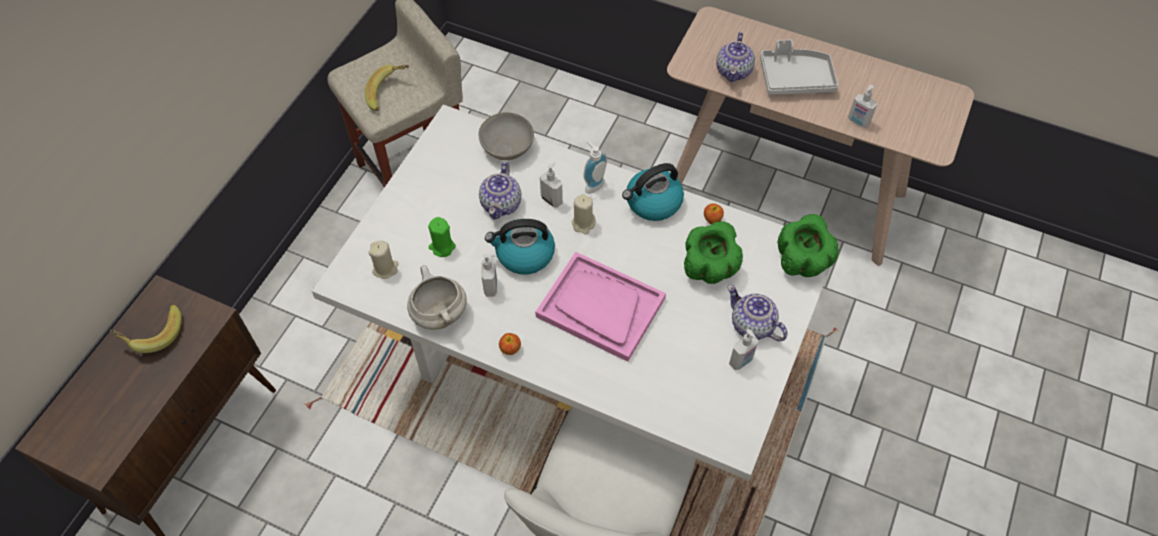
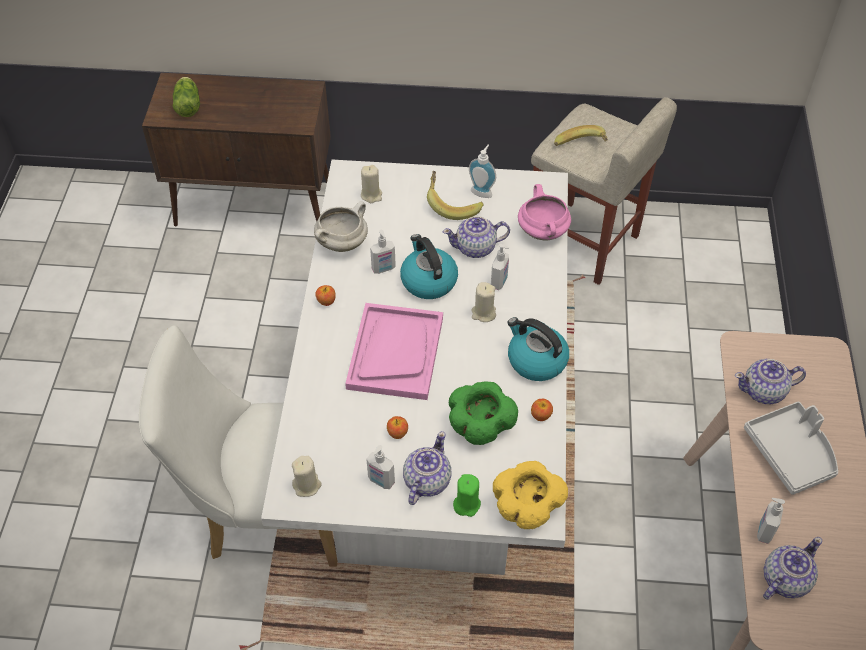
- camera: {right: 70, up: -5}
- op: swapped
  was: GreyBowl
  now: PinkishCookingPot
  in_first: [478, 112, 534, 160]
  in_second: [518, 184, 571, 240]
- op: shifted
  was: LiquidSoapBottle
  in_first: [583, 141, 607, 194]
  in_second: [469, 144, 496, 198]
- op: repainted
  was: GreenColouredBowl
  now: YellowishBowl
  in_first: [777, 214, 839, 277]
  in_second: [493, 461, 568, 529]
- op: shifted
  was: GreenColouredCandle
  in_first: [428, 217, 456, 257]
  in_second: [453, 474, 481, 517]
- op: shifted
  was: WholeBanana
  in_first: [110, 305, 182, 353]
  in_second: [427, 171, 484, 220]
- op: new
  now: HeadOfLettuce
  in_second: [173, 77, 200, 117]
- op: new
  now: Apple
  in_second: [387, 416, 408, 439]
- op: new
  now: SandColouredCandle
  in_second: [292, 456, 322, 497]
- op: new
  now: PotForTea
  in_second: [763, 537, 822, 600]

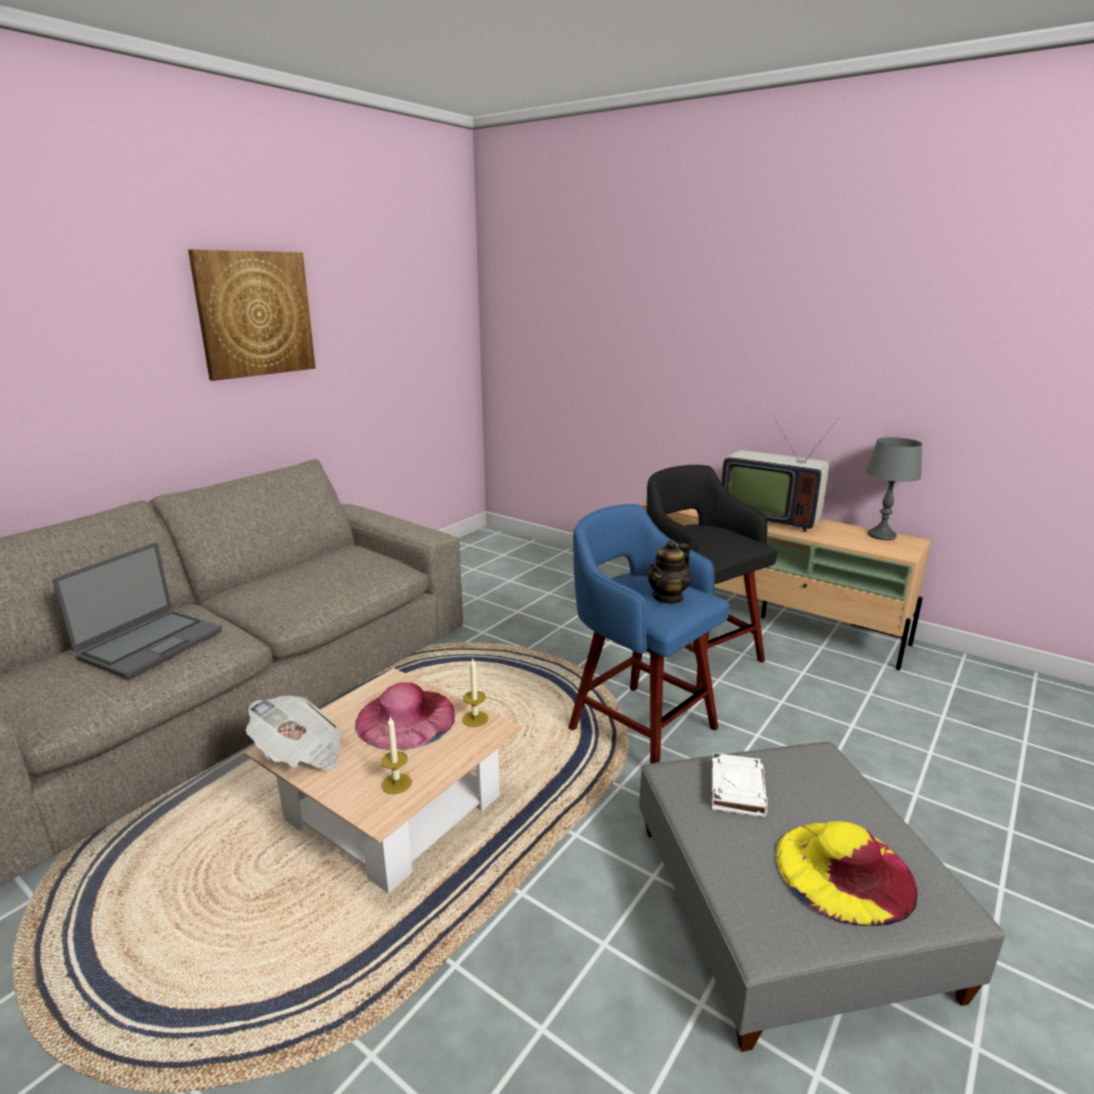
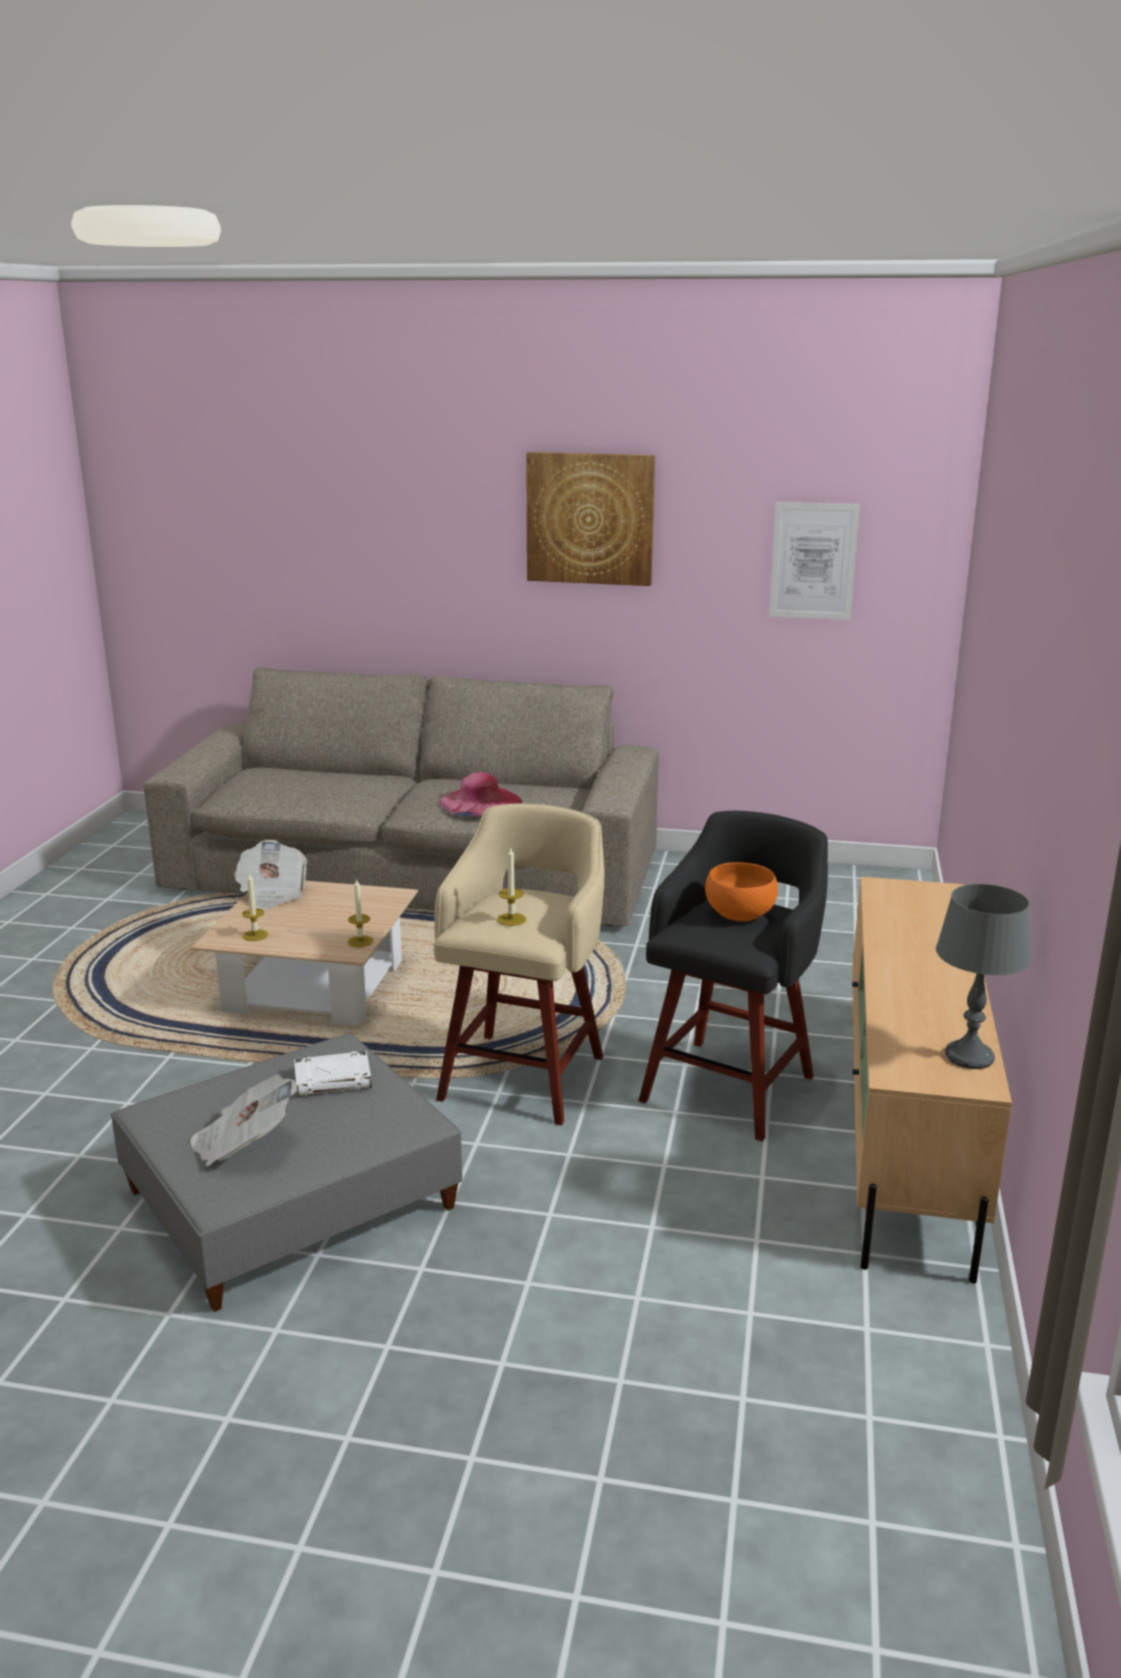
- camera: {right: 65, up: 0}
- op: gone
  was: Tv
  in_first: [721, 415, 839, 532]
- op: repainted
  was: BlueStool
  now: SandColouredStool
  in_first: [568, 504, 730, 764]
  in_second: [433, 804, 605, 1125]
- op: swapped
  was: PotForTea
  now: Candle
  in_first: [647, 539, 691, 605]
  in_second: [497, 847, 526, 926]
- op: gone
  was: PortableComputer
  in_first: [53, 543, 222, 679]
- op: shifted
  was: PinkishClothingHat
  in_first: [355, 683, 455, 750]
  in_second: [439, 772, 522, 816]
- op: swapped
  was: YellowishClothingHat
  now: DailyPaper
  in_first: [776, 821, 918, 926]
  in_second: [190, 1075, 297, 1167]
- op: new
  now: WallPicture
  in_second: [769, 502, 860, 620]
- op: new
  now: OrangeyBowl
  in_second: [705, 862, 778, 921]

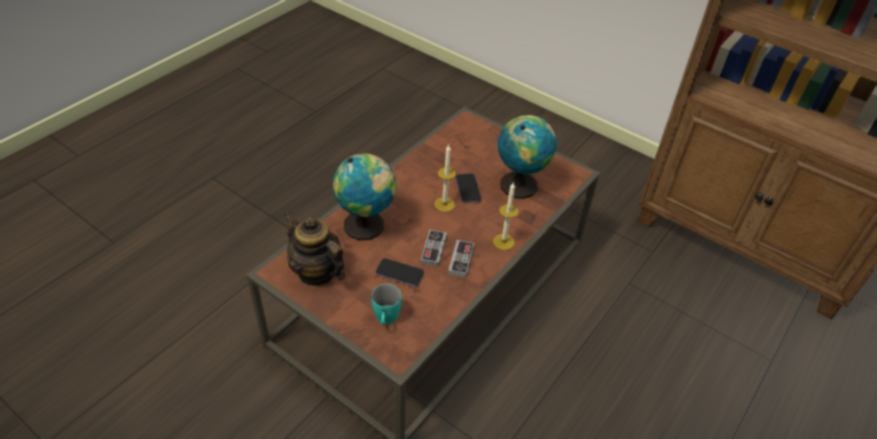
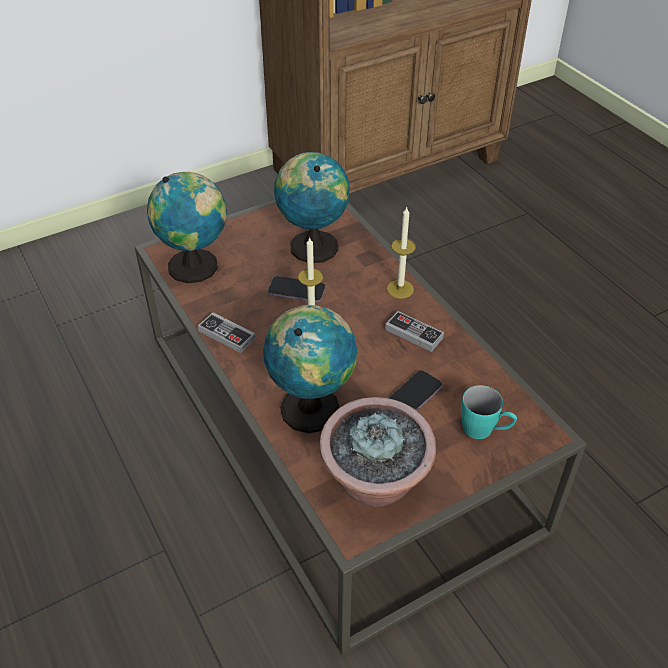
- camera: {right: -65, up: 0}
- op: swapped
  was: PotForTea
  now: Houseplant
  in_first: [284, 212, 345, 287]
  in_second: [319, 397, 436, 507]
- op: shifted
  was: GameController
  in_first: [421, 230, 447, 267]
  in_second: [198, 312, 255, 353]
- op: new
  now: Globe
  in_second: [147, 172, 227, 284]

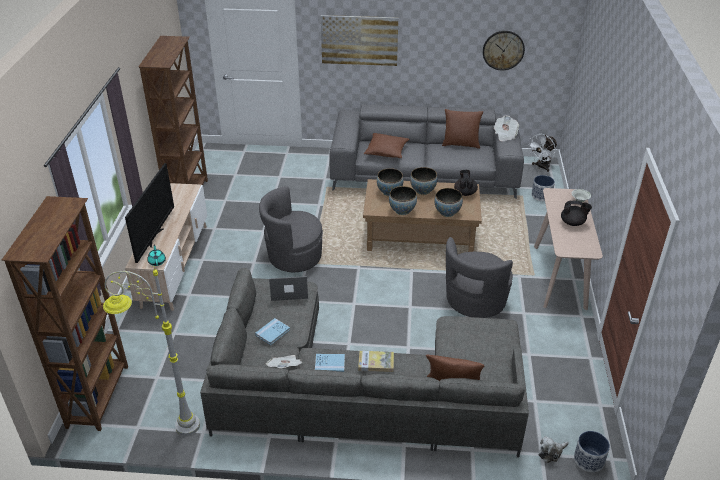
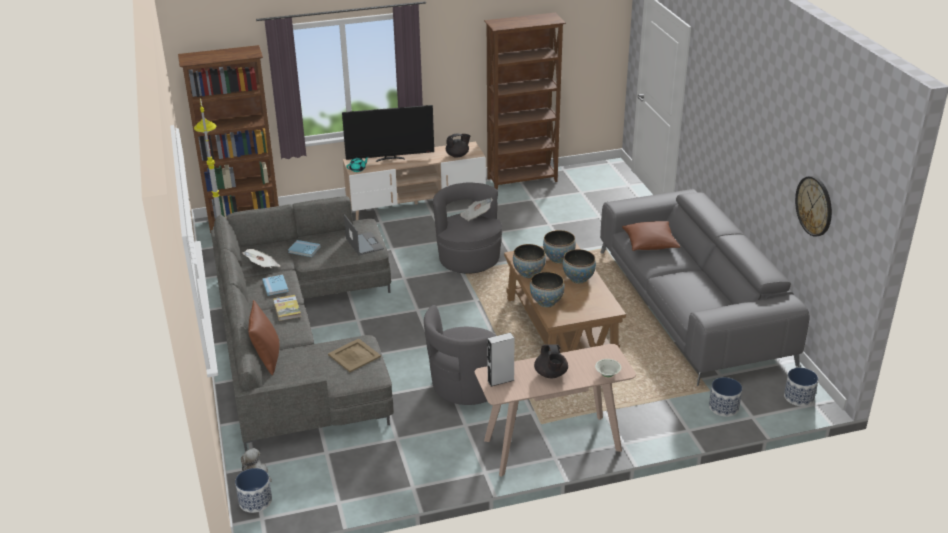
- camera: {right: 70, up: -5}
- op: gone
  was: WallPicture
  in_first: [321, 15, 398, 66]
- op: gone
  was: BrownishThrowPillow
  in_first: [442, 109, 483, 149]
- op: shifted
  was: DailyPaper
  in_first: [494, 116, 519, 141]
  in_second: [460, 198, 493, 221]
- op: swapped
  was: WhitishElectricFan
  now: Planter
  in_first: [527, 134, 558, 172]
  in_second: [784, 368, 818, 406]
- op: shifted
  was: BlackColouredPotForTea
  in_first: [454, 170, 478, 196]
  in_second: [446, 134, 470, 158]
- op: rotated
  was: GreyEasyChair
  in_first: [446, 237, 513, 318]
  in_second: [424, 305, 496, 405]
  clockwise: -60
- op: new
  now: GreySpeaker
  in_second: [487, 332, 515, 387]
- op: new
  now: SandColouredServingTray
  in_second: [328, 339, 381, 372]

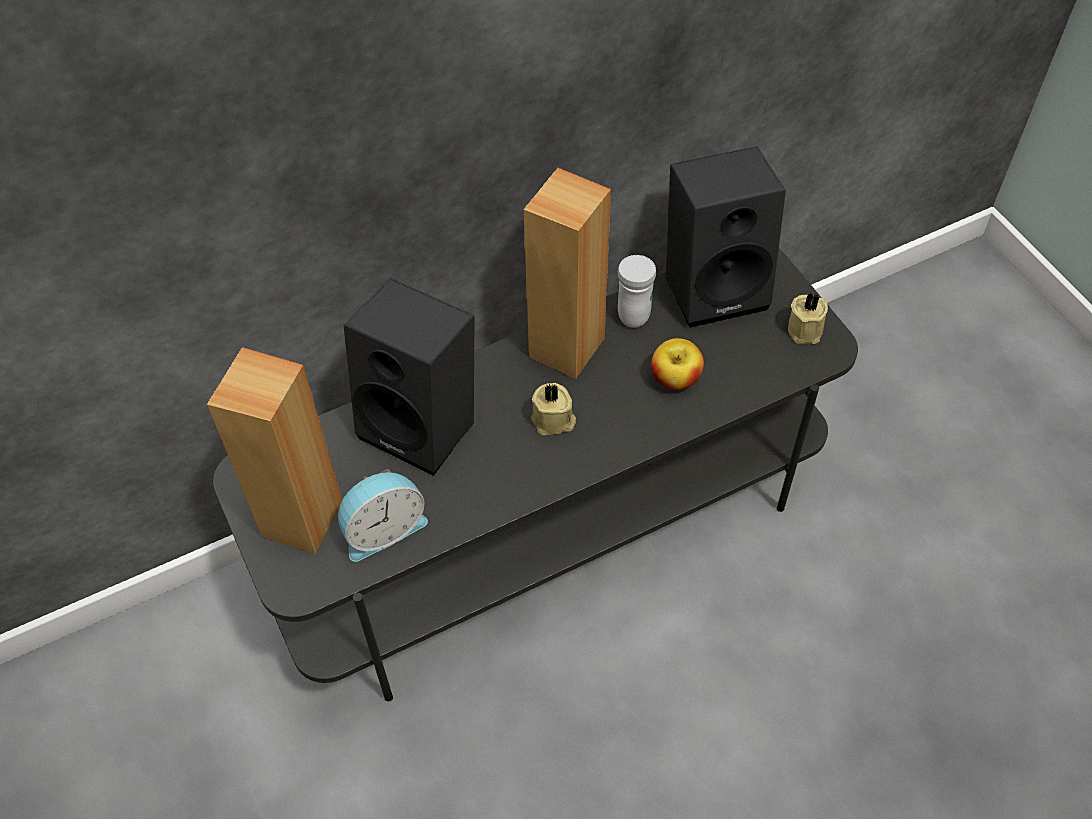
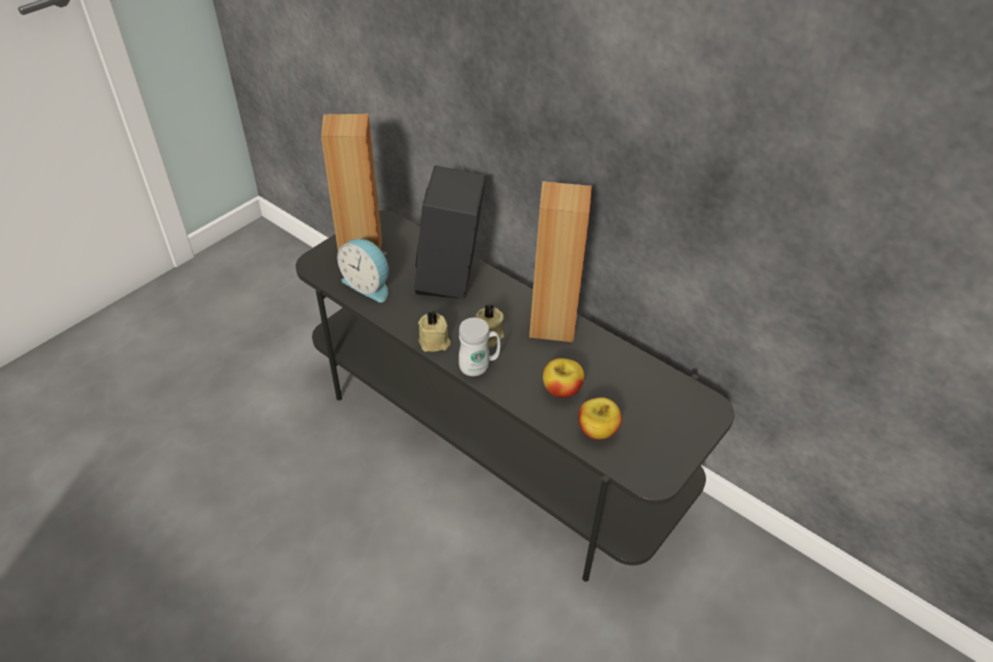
- camera: {right: 65, up: -10}
- op: gone
  was: BlackColouredSpeaker
  in_first: [666, 146, 786, 328]
- op: shifted
  was: WhitishCoffeeMug
  in_first: [618, 255, 656, 328]
  in_second: [459, 318, 500, 376]
- op: shifted
  was: SandColouredCandle
  in_first: [788, 293, 828, 344]
  in_second: [418, 311, 451, 352]
- op: new
  now: Apple
  in_second: [578, 397, 622, 440]

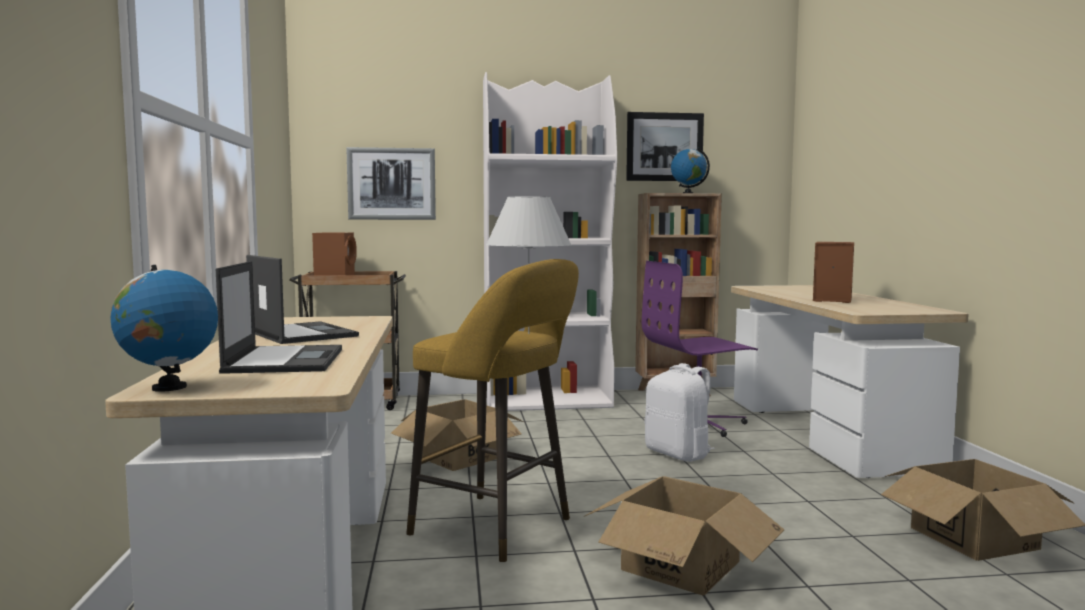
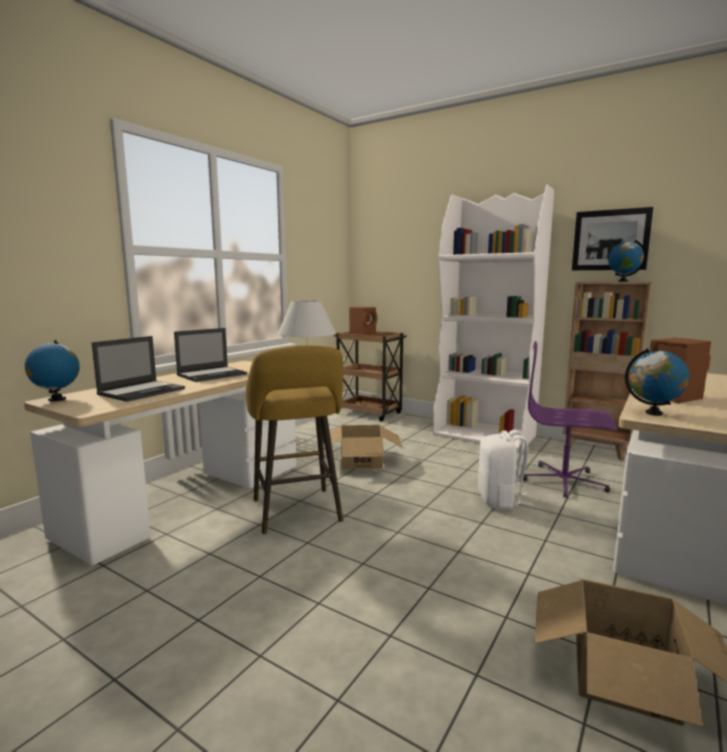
- camera: {right: 40, up: 5}
- op: gone
  was: WallPicture
  in_first: [346, 147, 436, 220]
- op: rotated
  was: PortableComputer
  in_first: [246, 255, 359, 344]
  in_second: [174, 328, 247, 382]
  clockwise: 45
- op: gone
  was: Carton
  in_first: [585, 476, 784, 595]
- op: new
  now: Globe
  in_second: [625, 348, 689, 416]

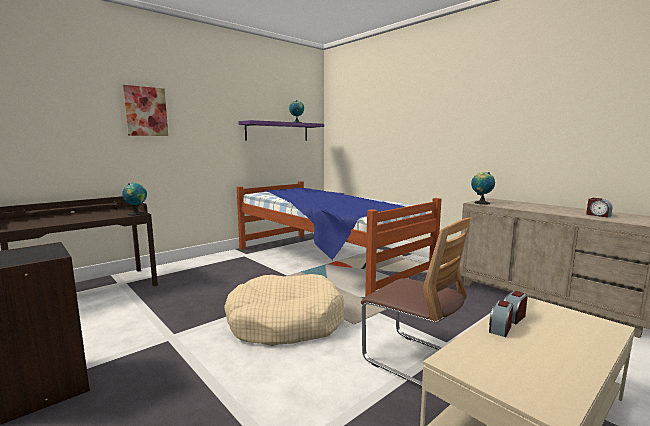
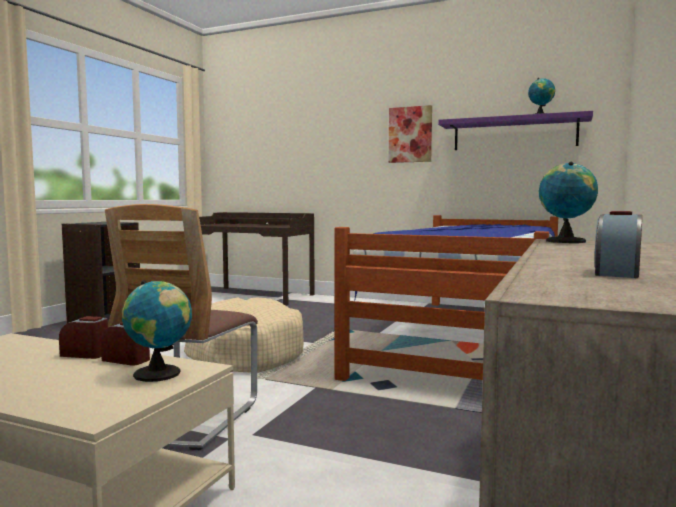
- camera: {right: 65, up: -5}
- op: shifted
  was: WallPicture
  in_first: [123, 85, 168, 136]
  in_second: [389, 105, 432, 163]
- op: shifted
  was: Globe
  in_first: [122, 183, 147, 216]
  in_second: [122, 280, 192, 382]

